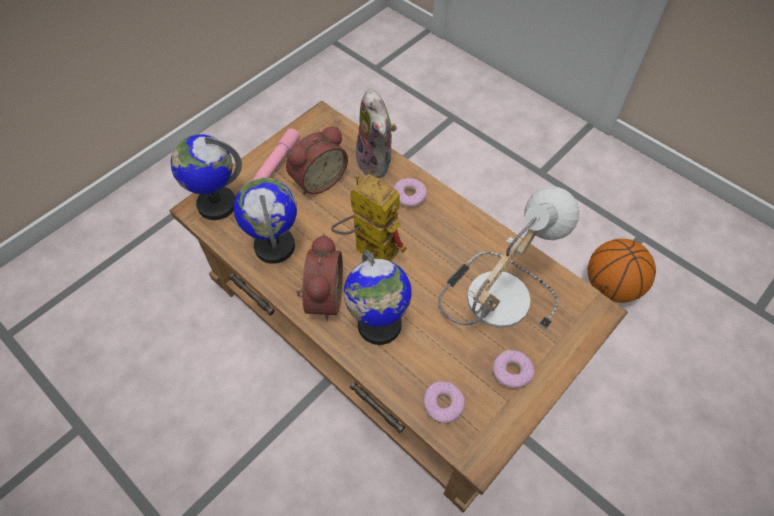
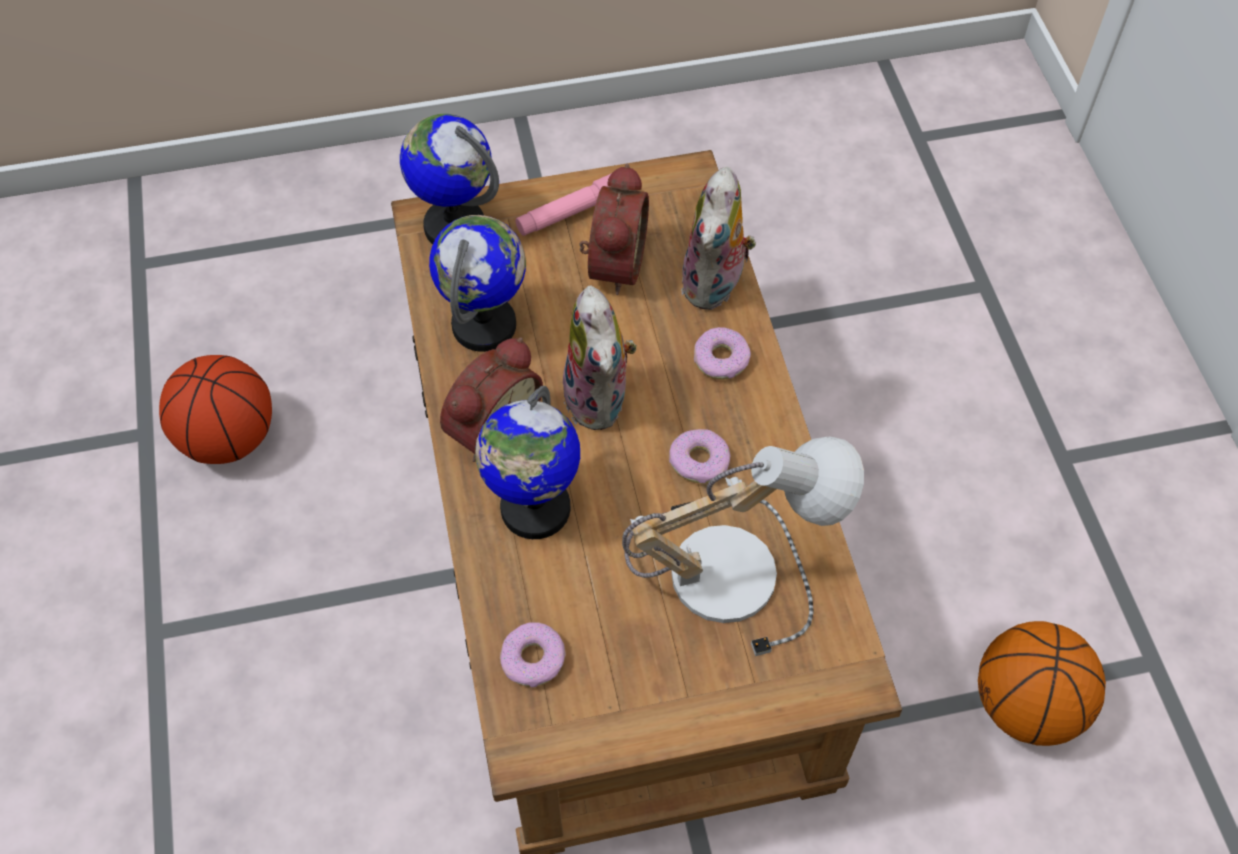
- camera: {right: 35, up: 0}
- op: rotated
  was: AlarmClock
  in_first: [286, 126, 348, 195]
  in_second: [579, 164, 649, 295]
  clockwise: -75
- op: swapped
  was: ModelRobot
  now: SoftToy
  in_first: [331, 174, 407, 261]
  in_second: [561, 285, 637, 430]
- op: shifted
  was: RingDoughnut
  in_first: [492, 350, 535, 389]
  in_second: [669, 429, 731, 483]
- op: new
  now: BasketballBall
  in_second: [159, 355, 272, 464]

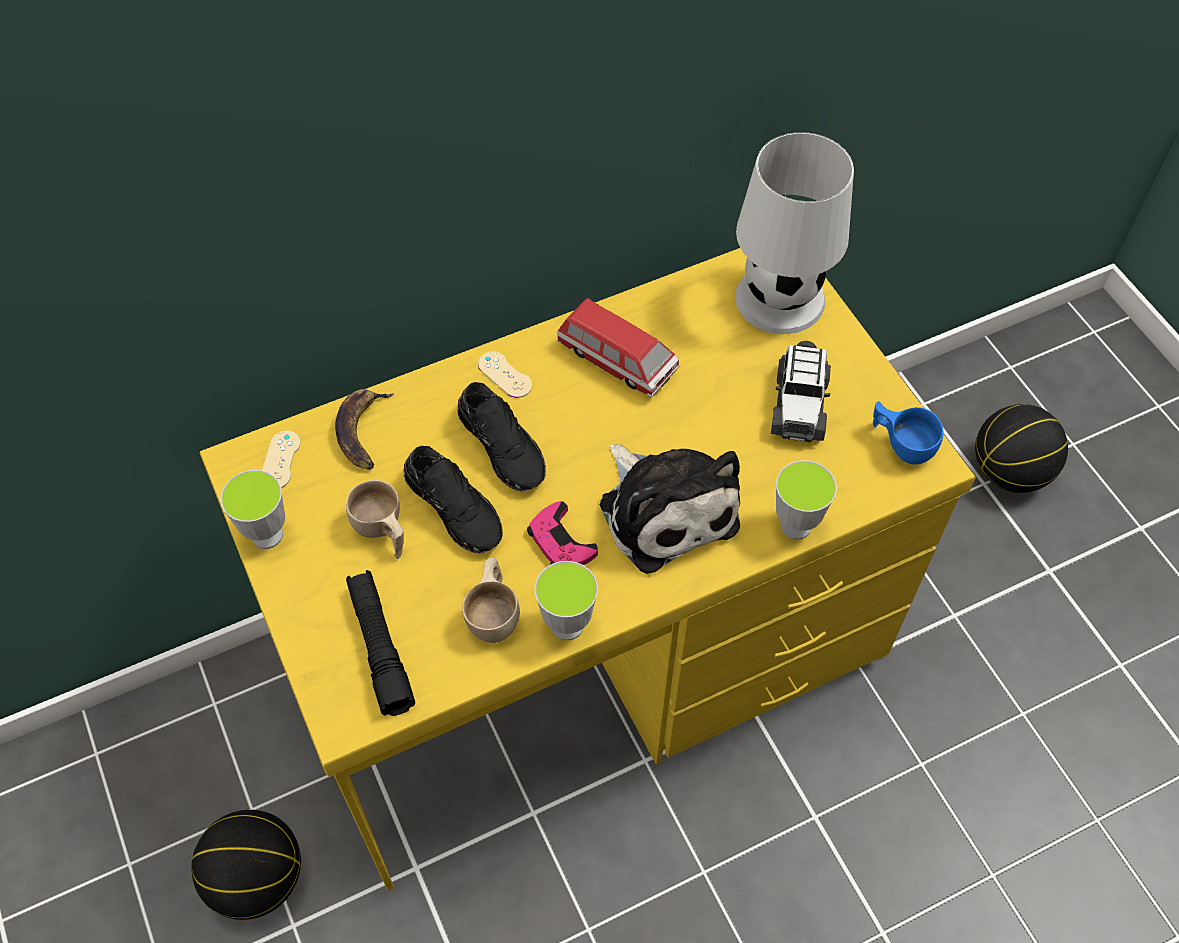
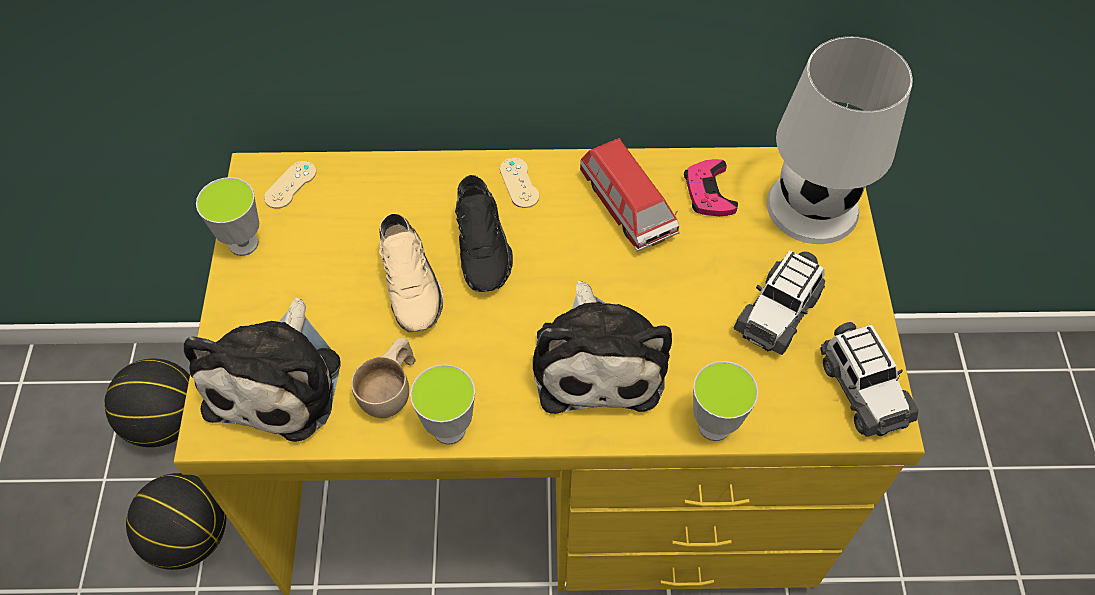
- camera: {right: 25, up: 0}
- op: gone
  was: WholeBanana
  in_first: [335, 389, 394, 470]
- op: swapped
  was: BlueDrinkingCup
  now: ModelCar
  in_first: [873, 401, 943, 465]
  in_second: [820, 322, 918, 437]
- op: shifted
  was: BasketballBall
  in_first: [975, 404, 1068, 493]
  in_second: [105, 359, 190, 447]
- op: repainted
  was: BlackColouredItemOfFootwear
  now: SandColouredItemOfFootwear
  in_first: [404, 446, 503, 554]
  in_second: [379, 213, 444, 332]
- op: gone
  was: SandColouredDrinkingCup
  in_first: [346, 480, 404, 559]
- op: shifted
  was: PinkishGameController
  in_first: [527, 501, 598, 565]
  in_second: [684, 159, 738, 216]
- op: swapped
  was: BlackColouredTorch
  now: SoftToy
  in_first: [346, 570, 415, 716]
  in_second: [184, 298, 341, 442]

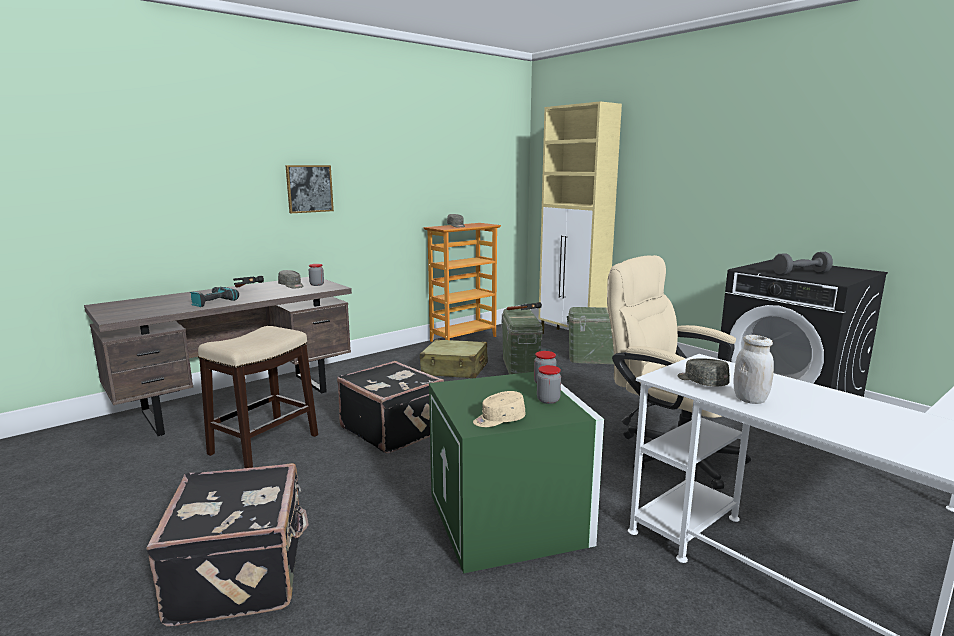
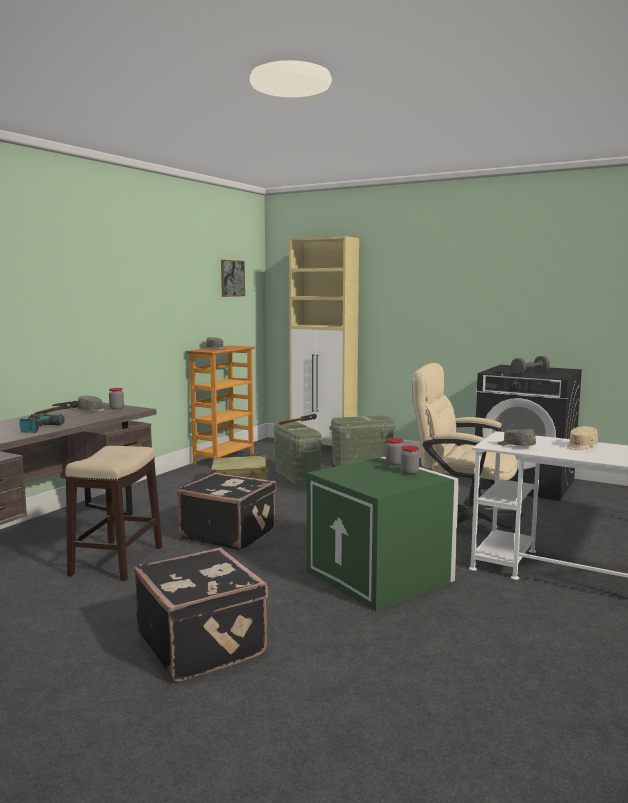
- camera: {right: -20, up: -5}
- op: shifted
  was: WallPicture
  in_first: [285, 165, 334, 213]
  in_second: [221, 260, 245, 297]
- op: gone
  was: WhitishStorageJar
  in_first: [734, 335, 774, 404]
- op: shifted
  was: SandColouredCap
  in_first: [473, 391, 525, 427]
  in_second: [567, 426, 598, 450]

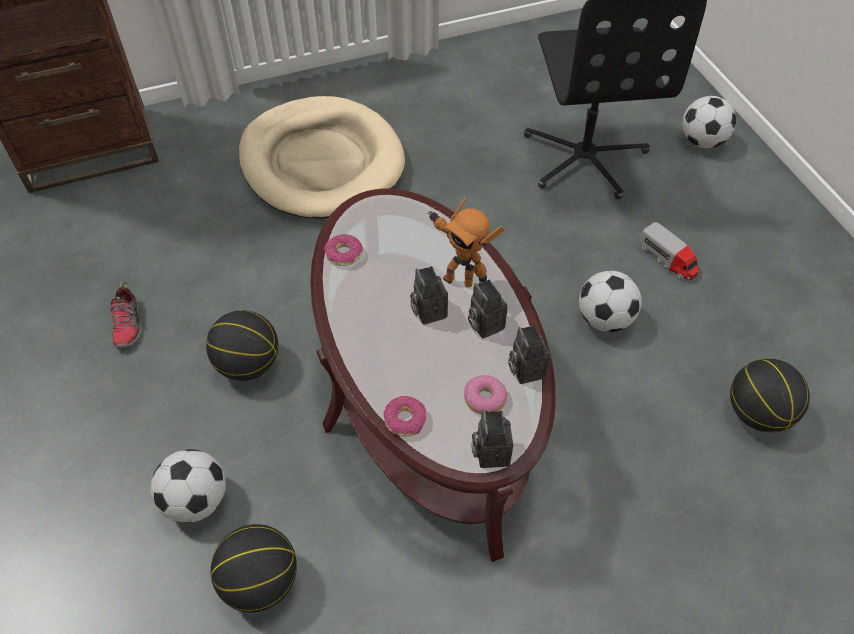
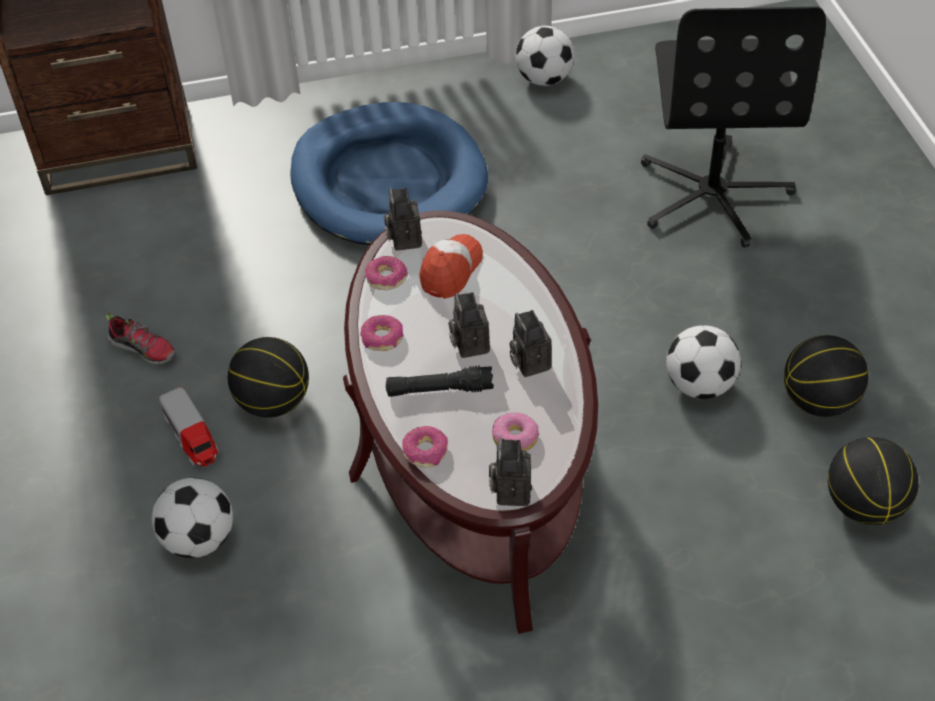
- camera: {right: 10, up: -5}
- op: repainted
  was: SandColouredPetBed
  now: BluePetBed
  in_first: [239, 96, 405, 219]
  in_second: [290, 102, 488, 245]
- op: shifted
  was: FootballBall
  in_first: [682, 96, 736, 148]
  in_second: [516, 26, 574, 86]
- op: gone
  was: ModelRobot
  in_first: [427, 196, 505, 287]
- op: shifted
  was: ToyLorry
  in_first: [640, 222, 699, 280]
  in_second: [159, 387, 219, 467]
- op: rotated
  was: ItemOfFootwear
  in_first: [107, 281, 141, 349]
  in_second: [105, 313, 176, 365]
  clockwise: -60
- op: shifted
  was: PhotoCamera
  in_first: [508, 325, 550, 384]
  in_second: [384, 188, 422, 251]
- op: shifted
  was: BasketballBall
  in_first: [210, 524, 297, 612]
  in_second: [784, 335, 868, 417]
- op: new
  now: Cap
  in_second: [419, 234, 483, 299]
- op: new
  now: RingDoughnut
  in_second: [360, 315, 404, 351]
- op: new
  now: BlackColouredTorch
  in_second: [386, 366, 494, 397]

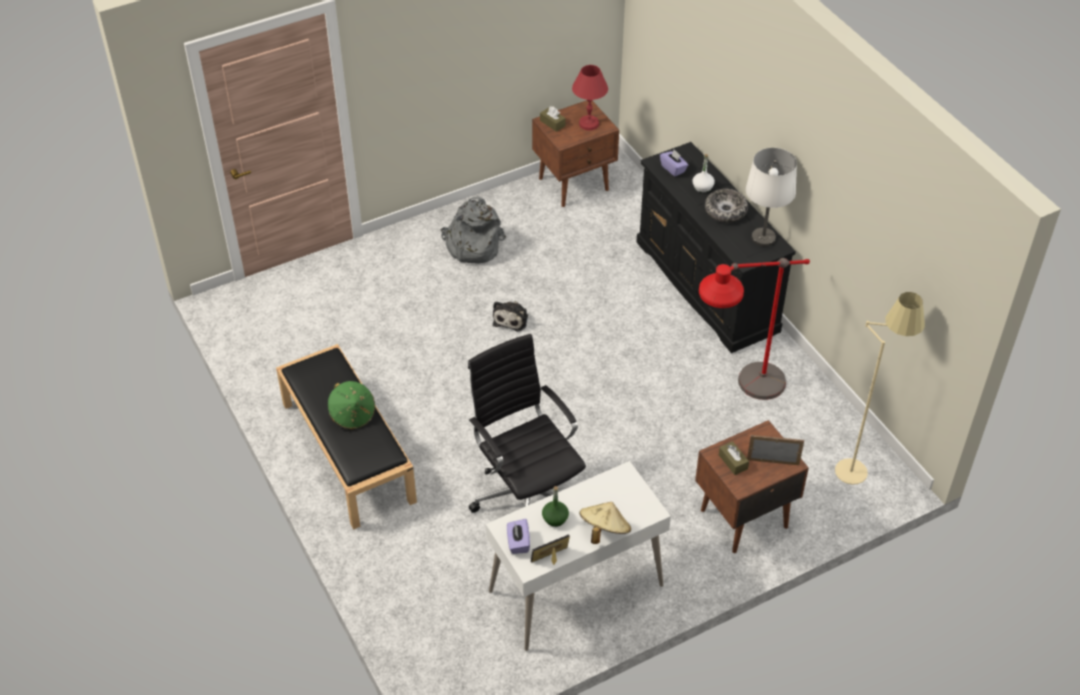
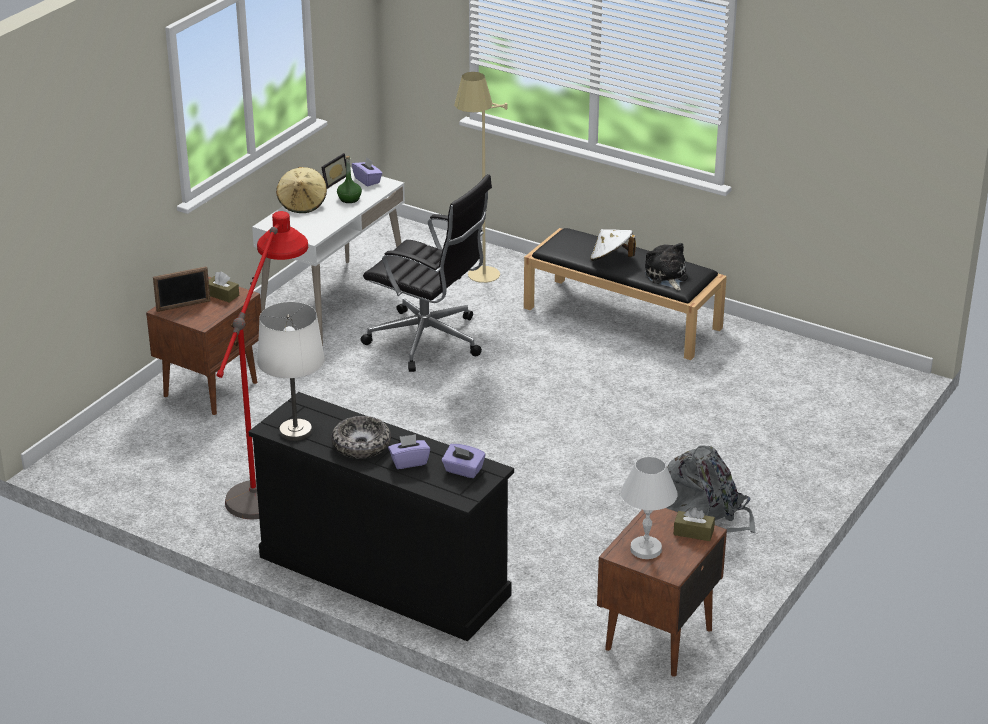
- camera: {right: 150, up: -15}
- op: repainted
  was: RedColouredTabletopLamp
  now: WhitishTabletopLamp
  in_first: [572, 65, 608, 130]
  in_second: [620, 456, 678, 559]
- op: swapped
  was: WhitishDrinkBottle
  now: PurplishTissueBox
  in_first: [693, 154, 715, 193]
  in_second: [388, 434, 430, 469]
- op: shifted
  was: SandColouredFloorLamp
  in_first: [835, 292, 925, 485]
  in_second: [454, 72, 507, 283]
- op: shifted
  was: SoftToy
  in_first: [493, 301, 528, 332]
  in_second: [645, 243, 688, 291]
- op: repainted
  was: GreenColouredClothingHat
  now: WhitishClothingHat
  in_first: [328, 381, 375, 430]
  in_second: [590, 229, 636, 261]

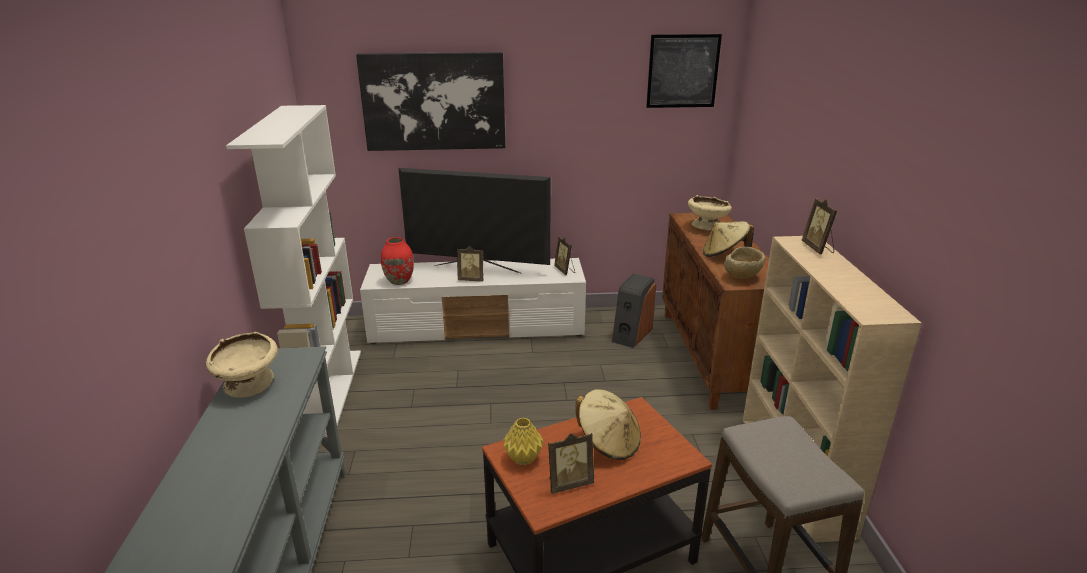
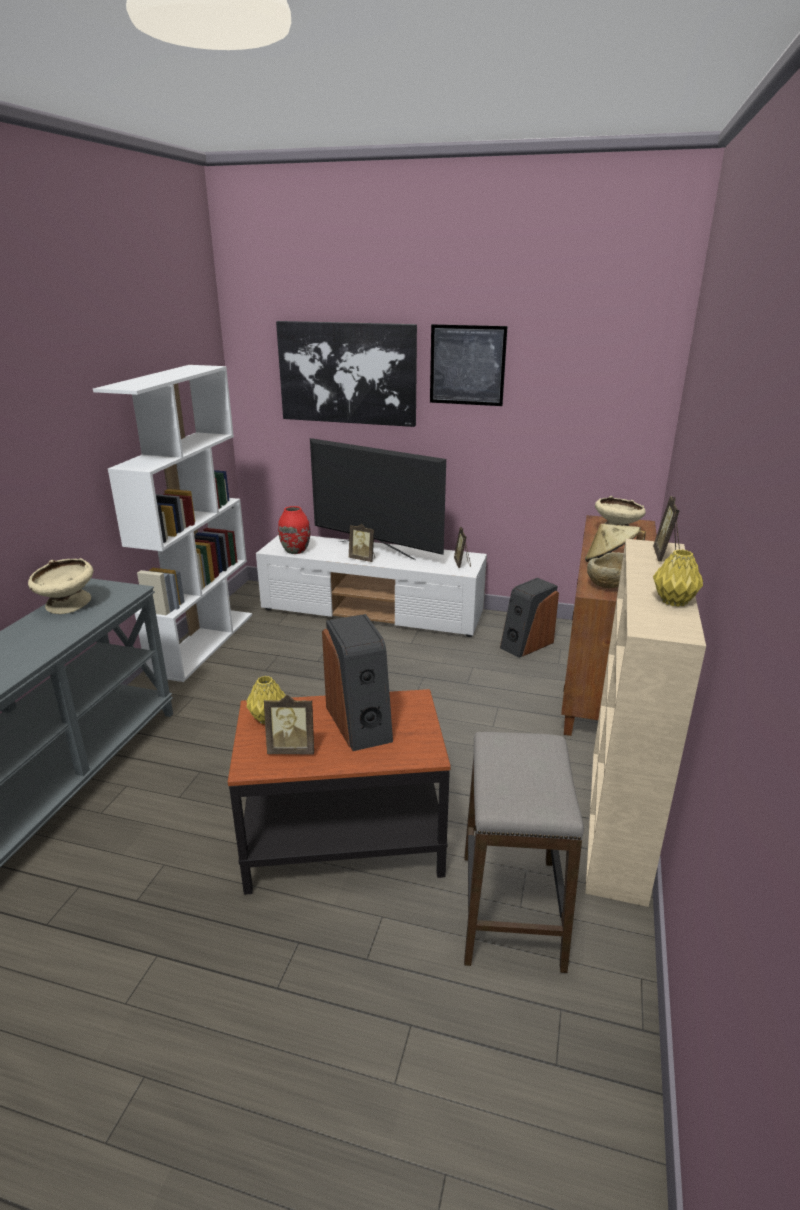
- camera: {right: 20, up: 0}
- op: shifted
  was: WallPicture
  in_first: [646, 34, 722, 108]
  in_second: [430, 324, 508, 406]
- op: swapped
  was: SandColouredClothingHat
  now: Speaker
  in_first: [575, 389, 641, 460]
  in_second: [322, 614, 393, 751]
- op: new
  now: YellowishFlowerVase
  in_second: [653, 549, 703, 607]

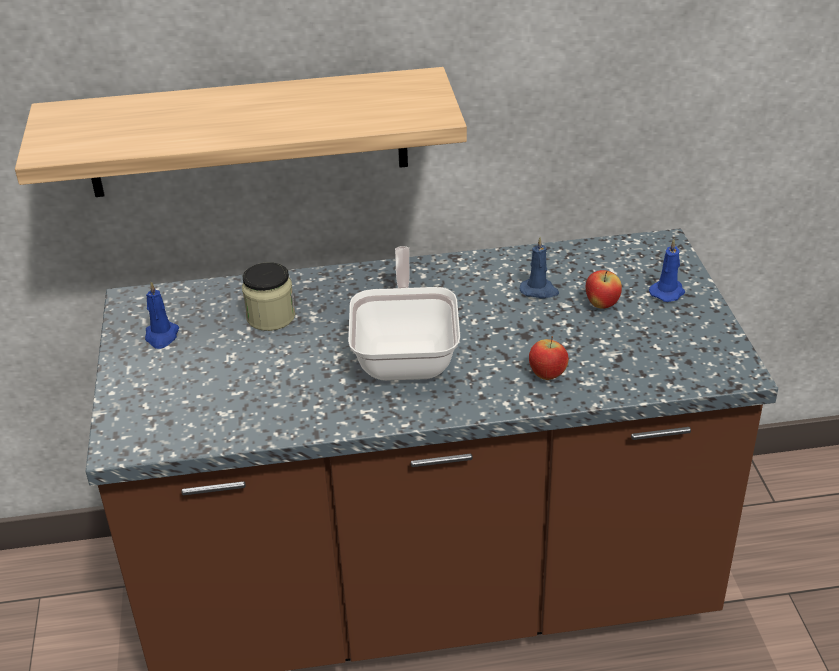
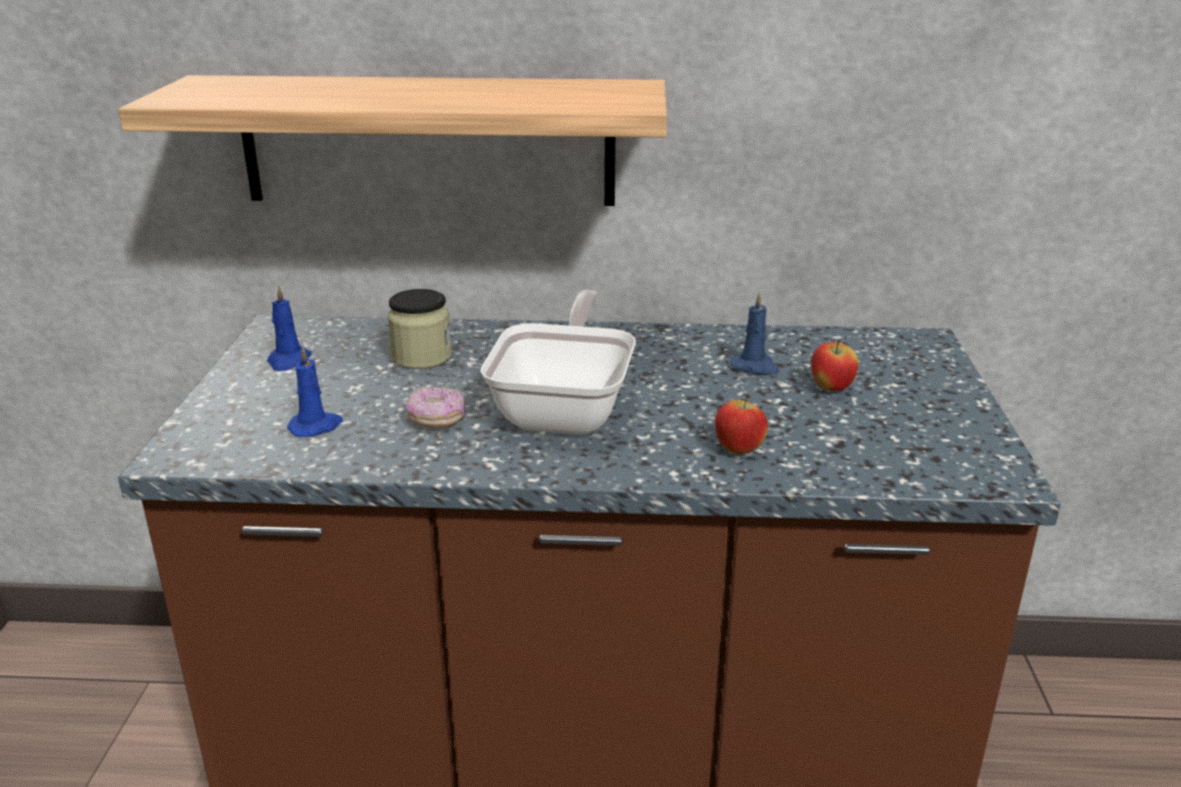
- camera: {right: 10, up: -10}
- op: shifted
  was: BlueCandle
  in_first: [649, 239, 685, 302]
  in_second: [287, 346, 343, 437]
- op: new
  now: RingDoughnut
  in_second: [406, 387, 465, 427]

